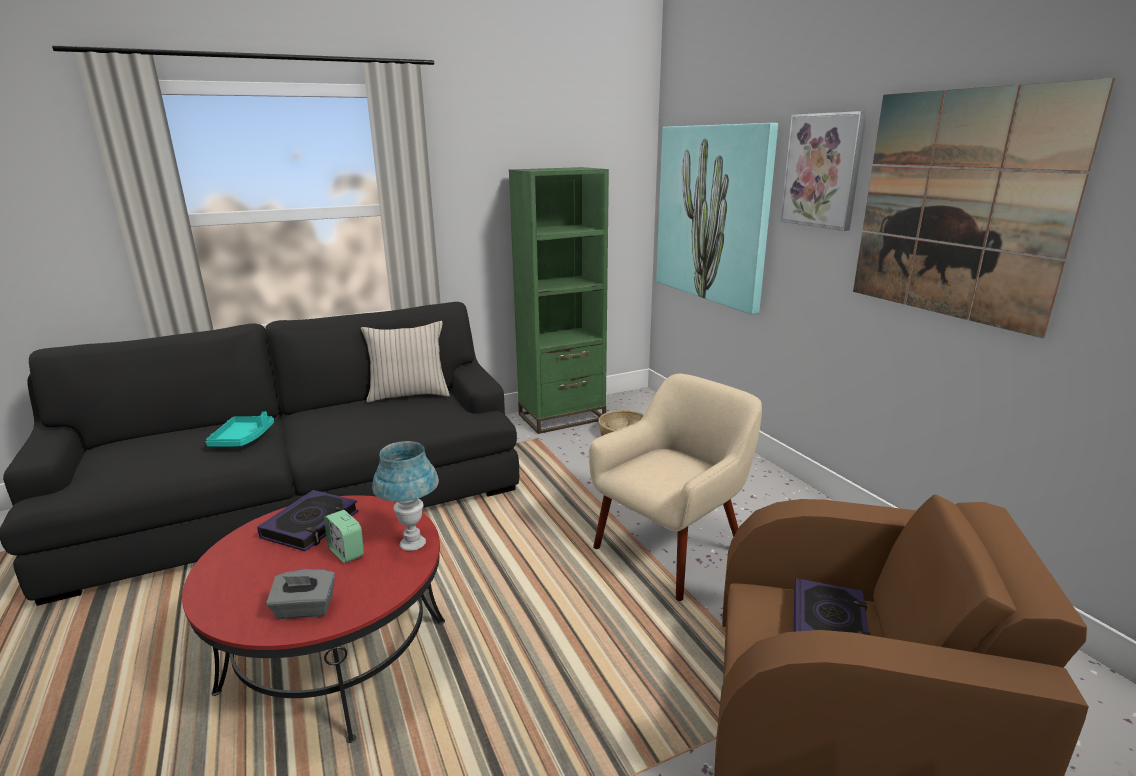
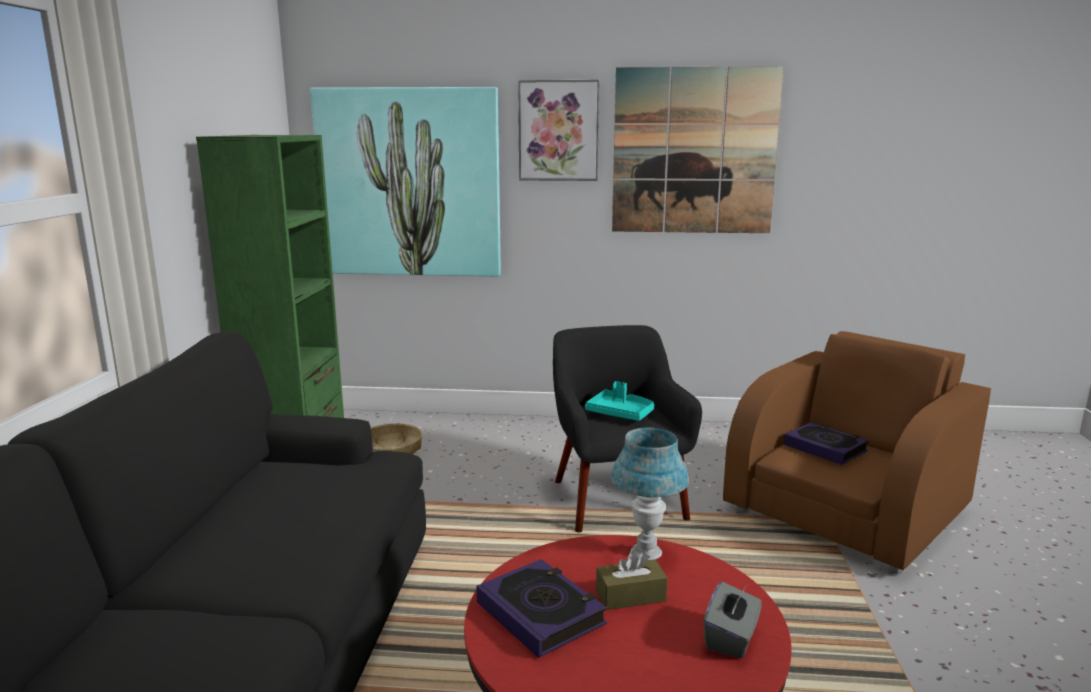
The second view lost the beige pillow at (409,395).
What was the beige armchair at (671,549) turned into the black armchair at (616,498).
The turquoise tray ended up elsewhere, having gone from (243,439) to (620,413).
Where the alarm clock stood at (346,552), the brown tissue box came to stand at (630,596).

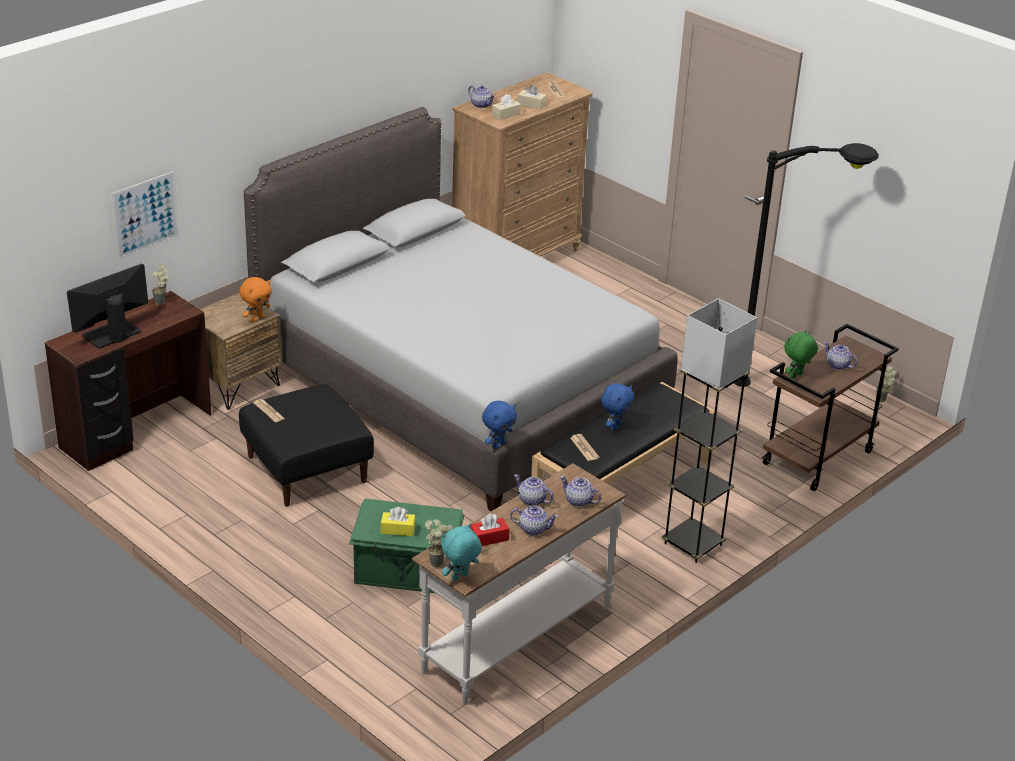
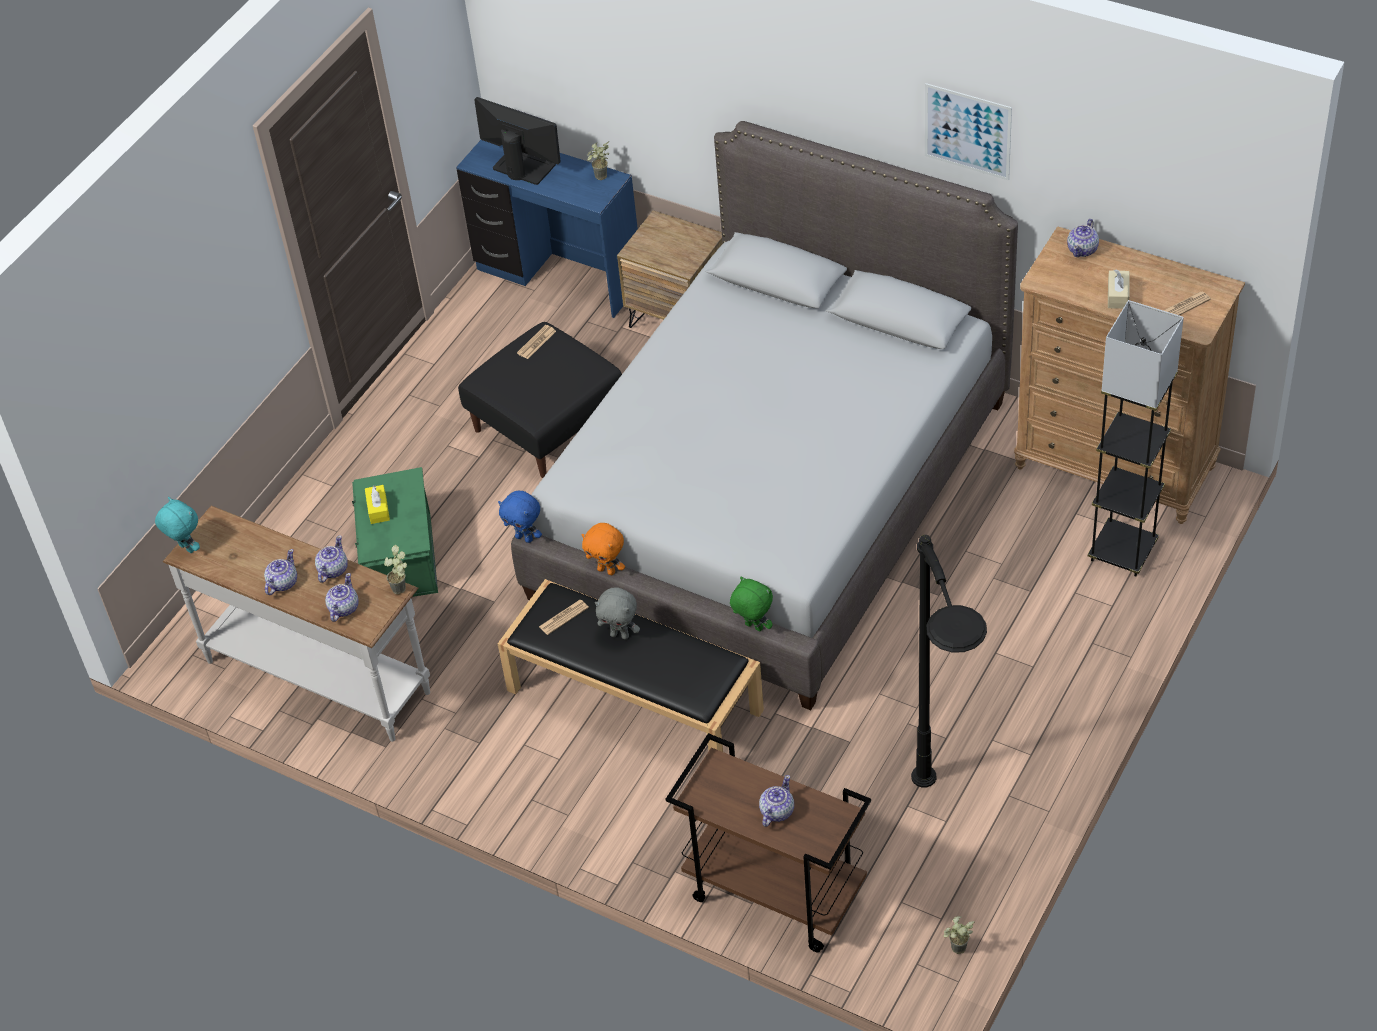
The second view lost the beige tissue box at (506,115).
The picture ended up elsewhere, having gone from (145,215) to (967,131).
The orange plush toy ended up elsewhere, having gone from (257,319) to (607,570).
What was the brown desk at (137,432) turned into the blue desk at (558,277).
The grey floor lamp ended up elsewhere, having gone from (693,544) to (1122,552).
The green plush toy ended up elsewhere, having gone from (796,376) to (753,627).
What was the blue plush toy at (615,426) turned into the grey plush toy at (620,635).
The teapot at (533,529) ended up facing another way, 150 degrees counterclockwise from before.
The second view lost the red tissue box at (489,538).
The potted plant ended up elsewhere, having gone from (439,561) to (403,590).

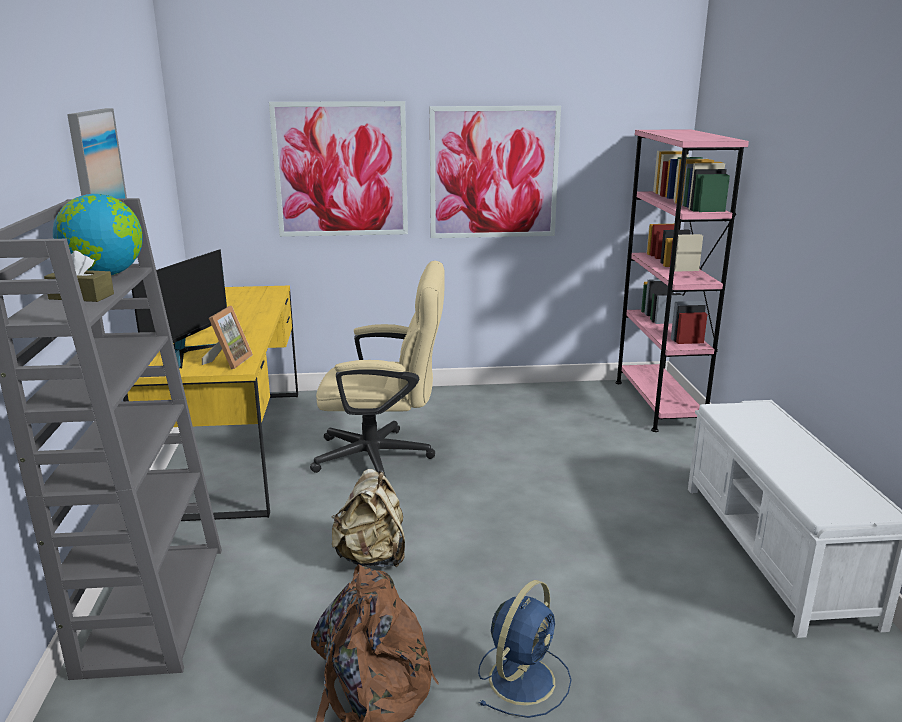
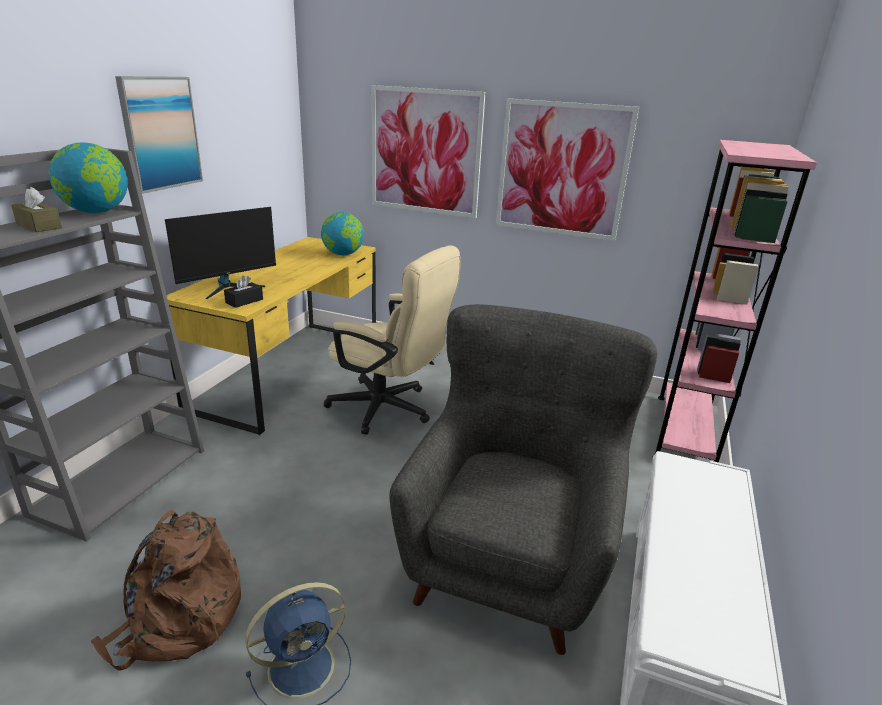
Where the picture frame stood at (229,361), the black tissue box came to stand at (244,301).
The second view lost the beige backpack at (372,557).
The second view gained the globe at (343,254).
The second view gained the grey armchair at (509,558).

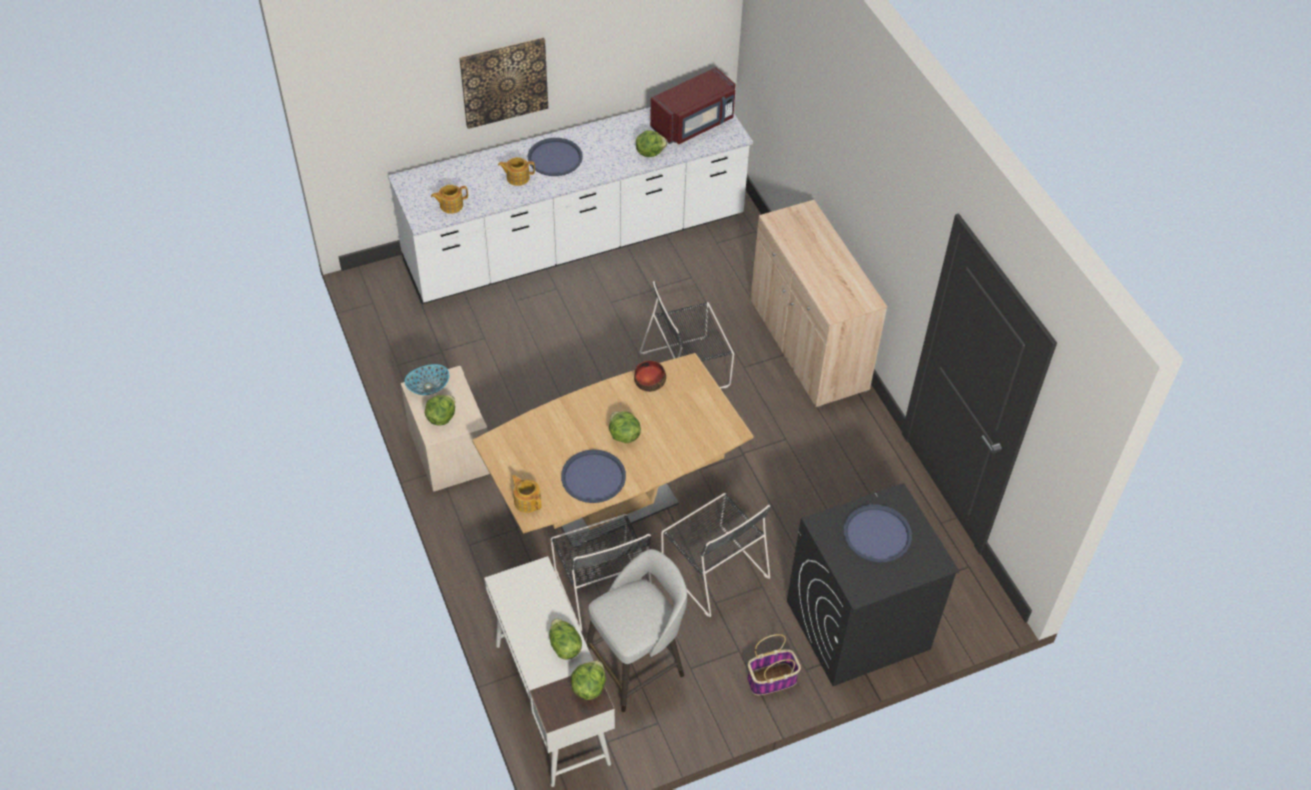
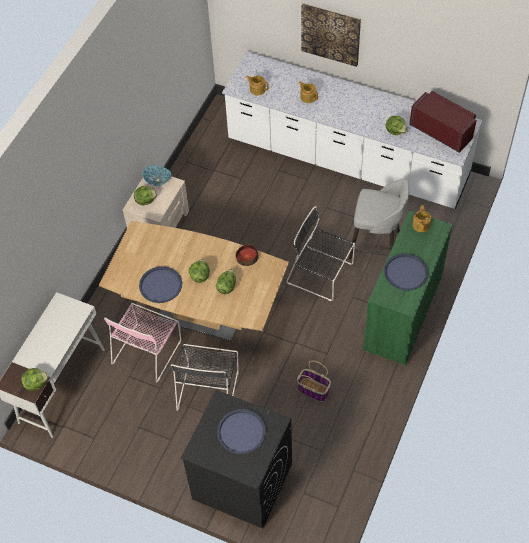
The red microwave at (694,124) ended up facing another way, 150 degrees counterclockwise from before.
The blue tray ended up elsewhere, having gone from (555,158) to (405,272).
What was the beige cabinet at (808,345) turned into the green cabinet at (403,313).
The teapot ended up elsewhere, having gone from (527,501) to (421,224).
What was the black chair at (602,586) turned into the pink chair at (148,350).
The grey stool ended up elsewhere, having gone from (637,665) to (376,245).
The lettuce ended up elsewhere, having gone from (564,646) to (227,286).
The basket ended up elsewhere, having gone from (772,679) to (314,390).

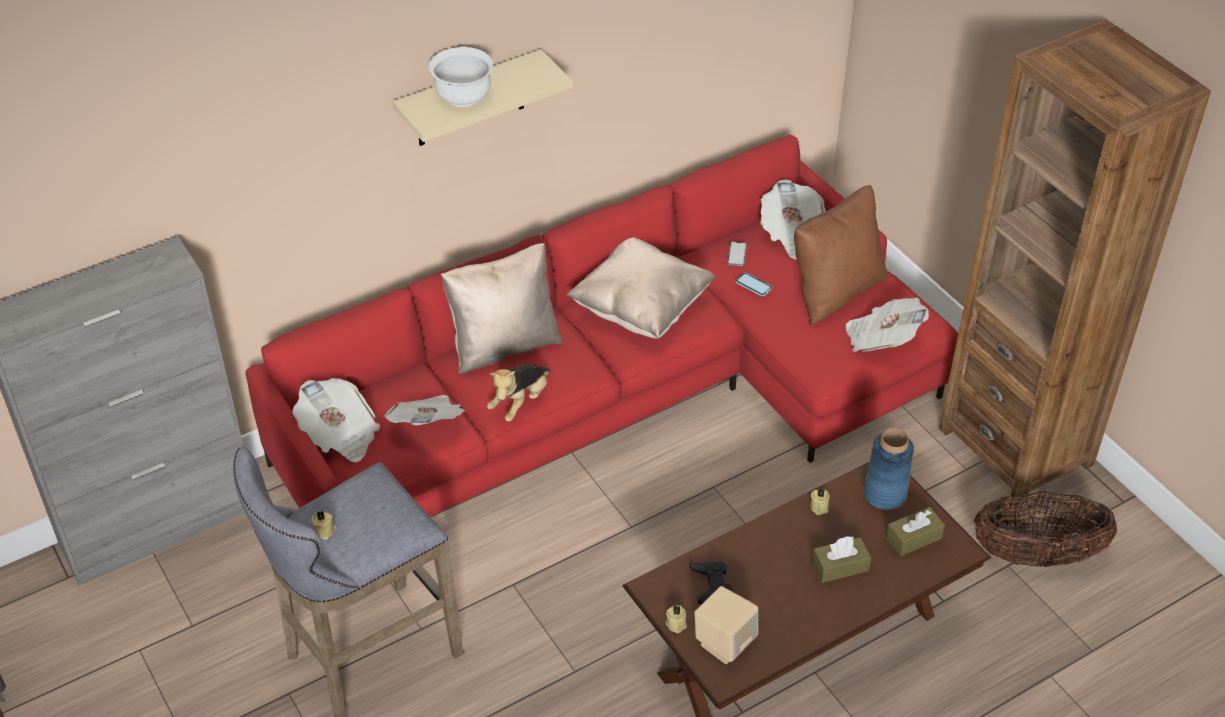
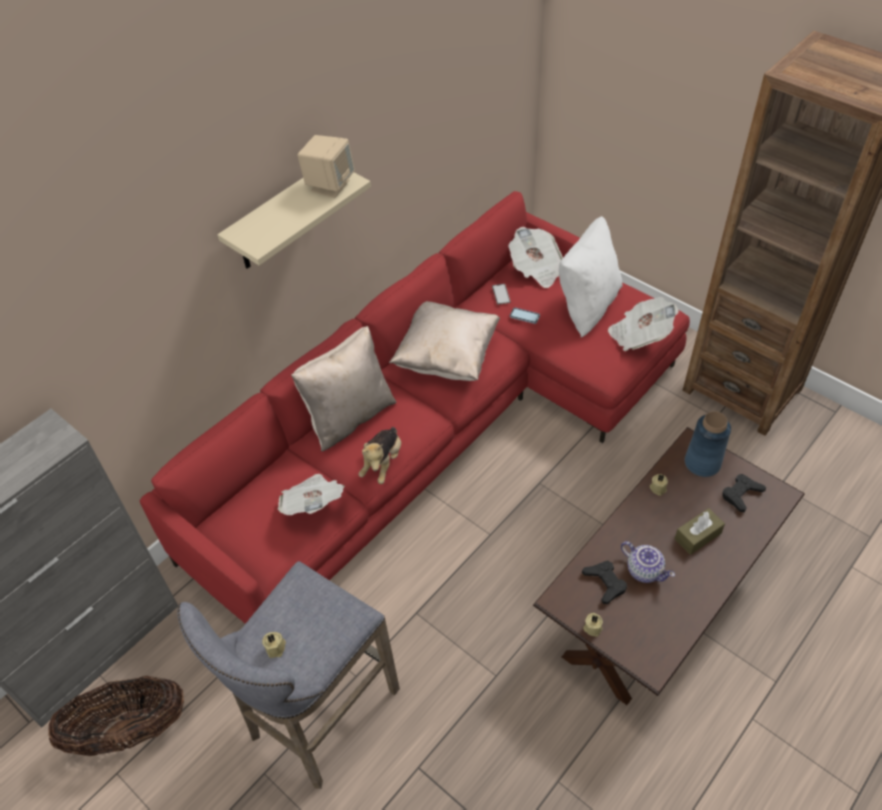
The second view lost the white bowl at (463,98).
What was the brown pillow at (835,291) turned into the white pillow at (587,306).
The second view lost the newspaper at (339,435).
The basket ended up elsewhere, having gone from (1036,555) to (130,731).
Where the brown tissue box stood at (913,538), the black game controller came to stand at (741,494).
The beige speaker ended up elsewhere, having gone from (724,642) to (329,185).
The second view gained the teapot at (645,570).

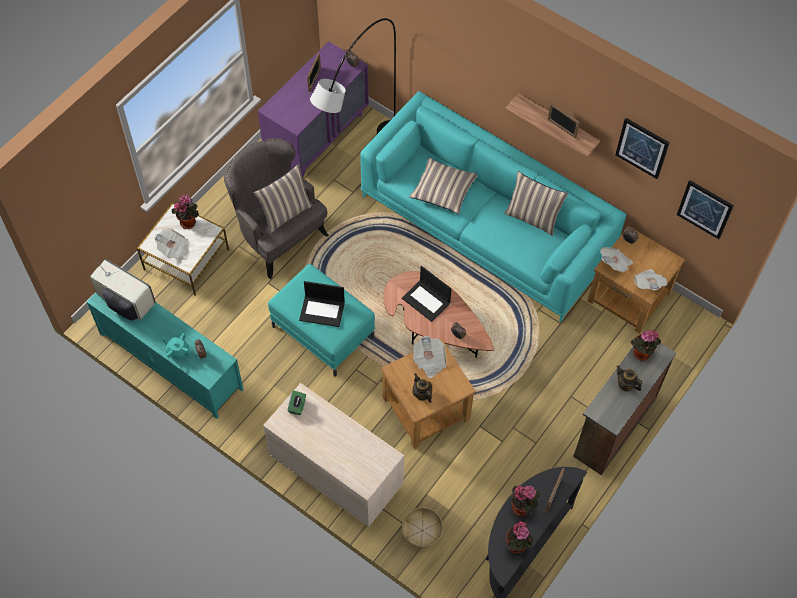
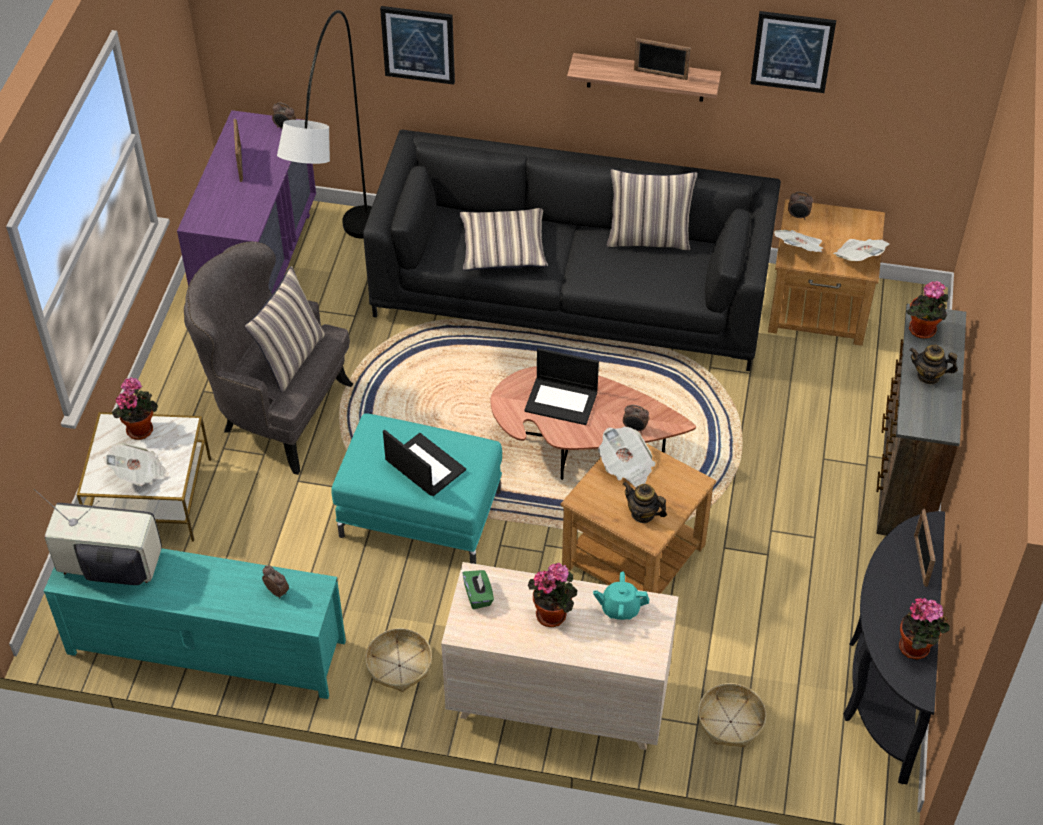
What was the turquoise sofa at (486,226) turned into the black sofa at (572,291).
The picture ended up elsewhere, having gone from (705,209) to (418,44).
The laptop at (322,310) ended up facing another way, 120 degrees counterclockwise from before.
The turquoise teapot ended up elsewhere, having gone from (178,351) to (620,608).
The potted plant ended up elsewhere, having gone from (523,507) to (553,613).
The second view gained the basket at (399,665).

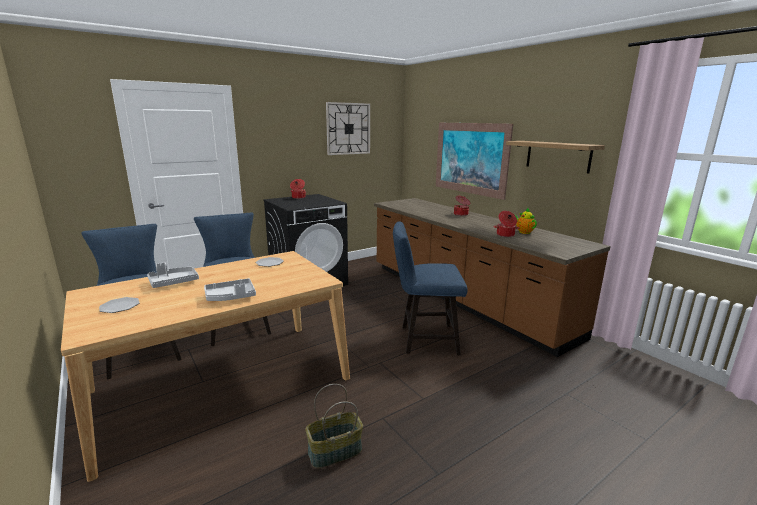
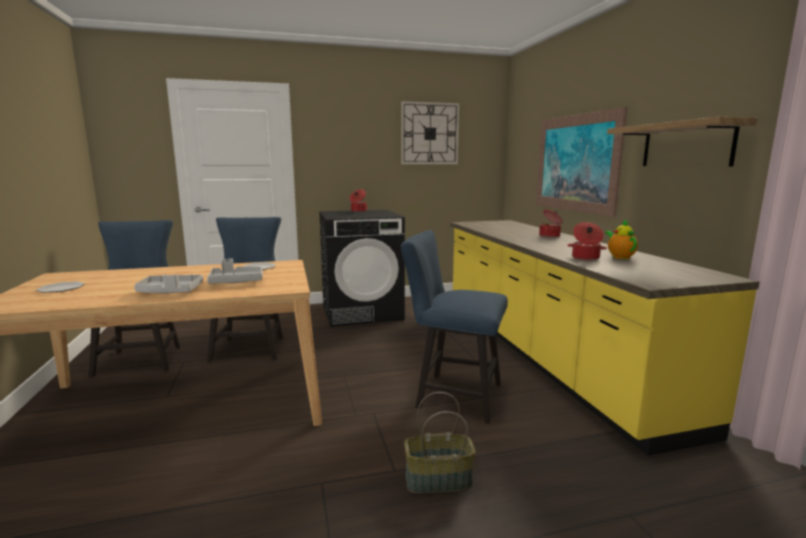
What was the brown counter at (462,298) turned into the yellow counter at (544,353).
The grey tray ended up elsewhere, having gone from (173,282) to (236,282).
The basket ended up elsewhere, having gone from (335,452) to (438,481).

